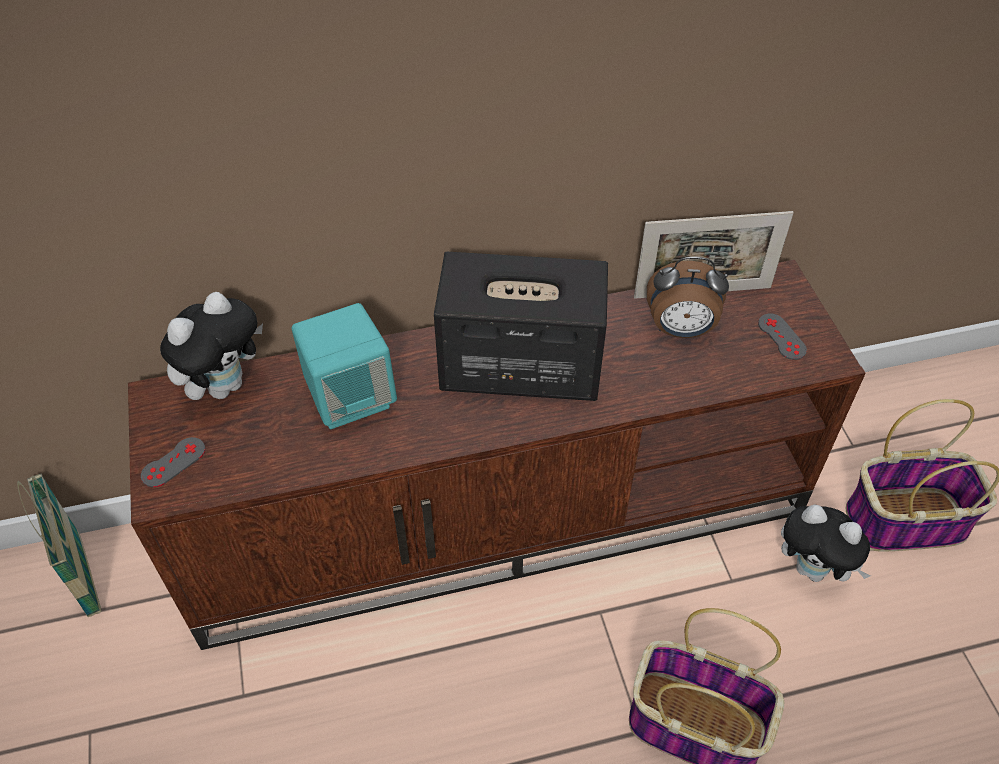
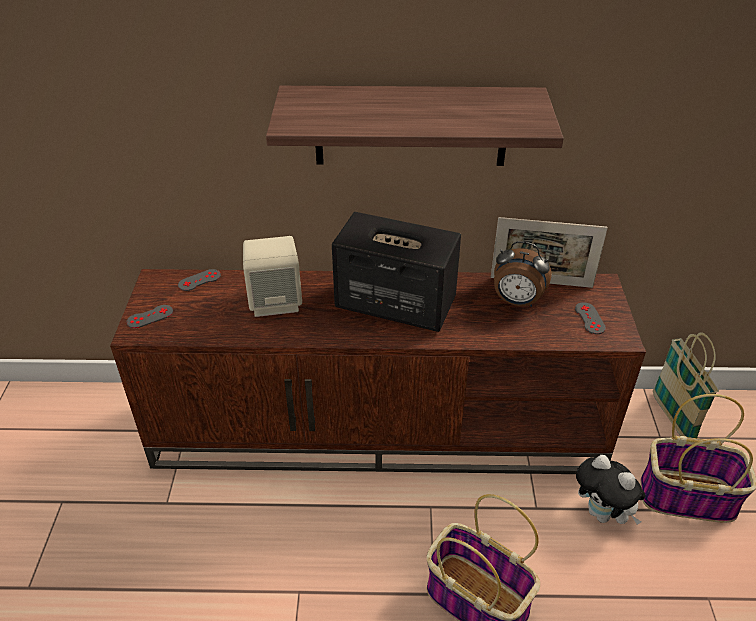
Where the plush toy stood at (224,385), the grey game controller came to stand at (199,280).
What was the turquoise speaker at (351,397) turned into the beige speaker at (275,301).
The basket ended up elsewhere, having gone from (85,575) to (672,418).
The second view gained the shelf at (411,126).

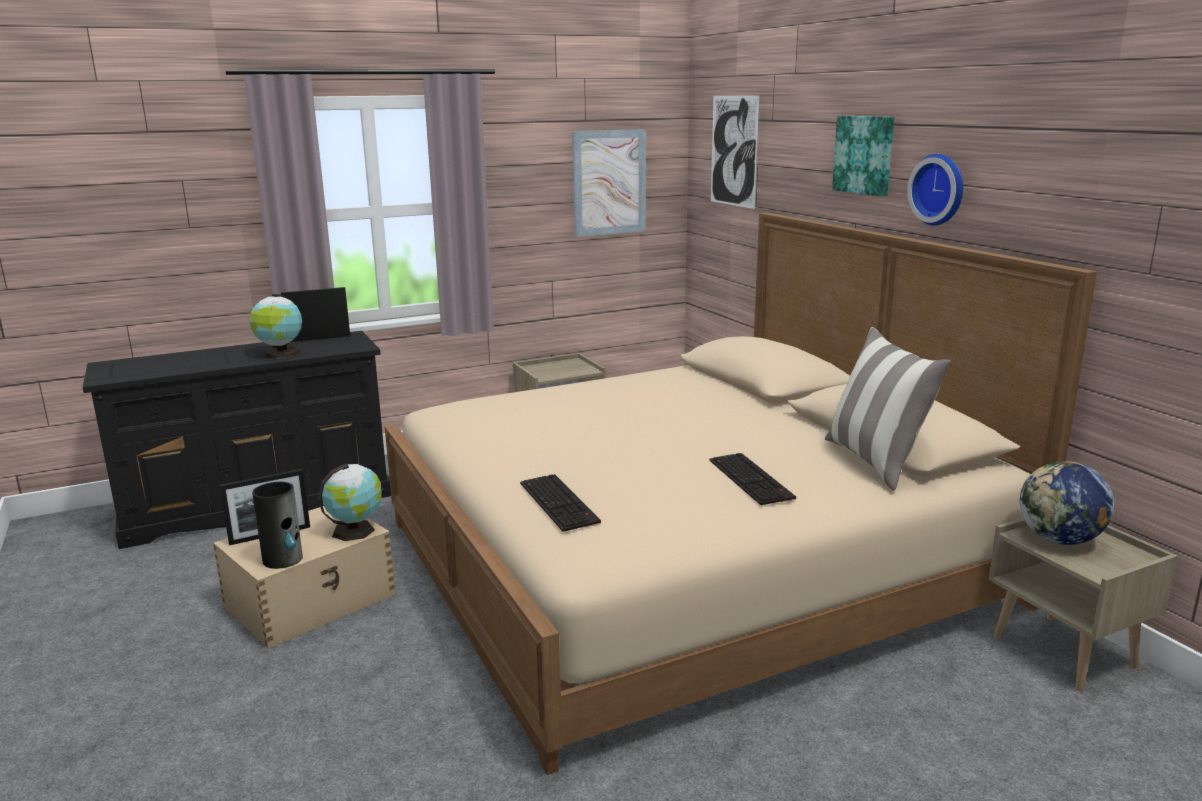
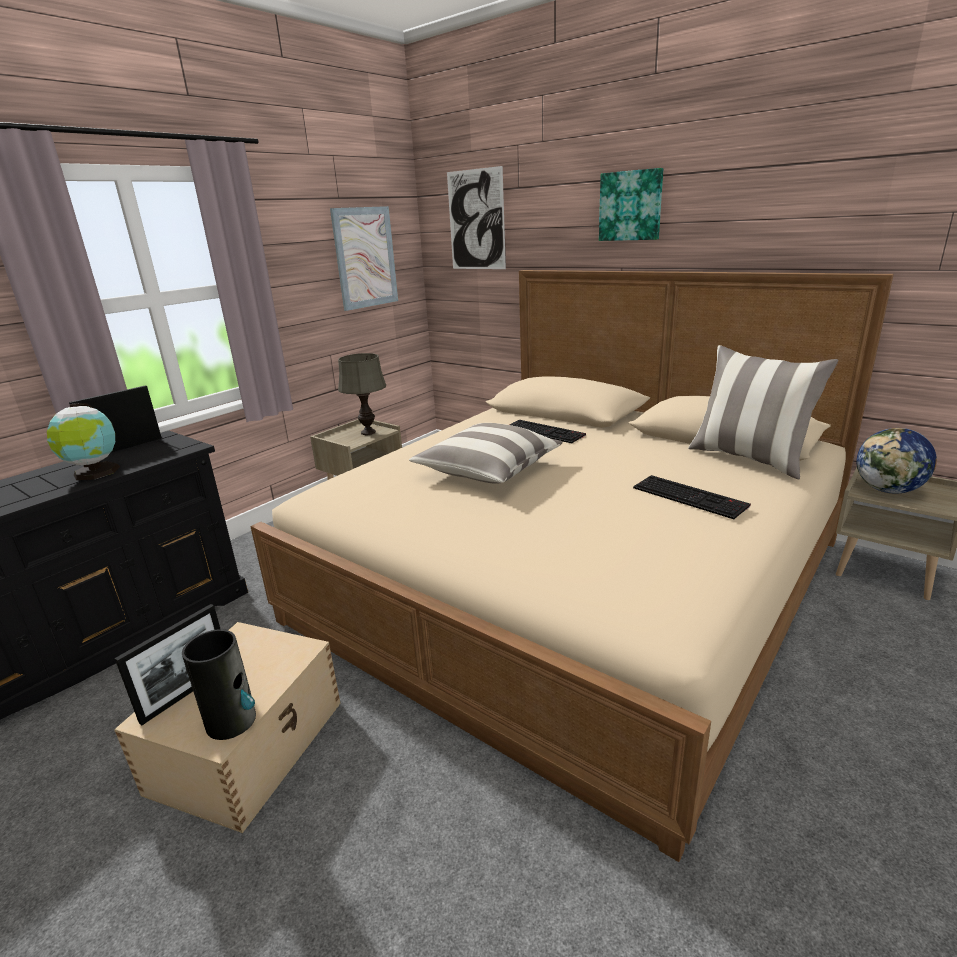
The second view lost the wall clock at (940,189).
The second view lost the globe at (355,530).
The keyboard ended up elsewhere, having gone from (561,503) to (545,431).
The second view gained the grey table lamp at (368,432).
The second view gained the pillow at (488,470).

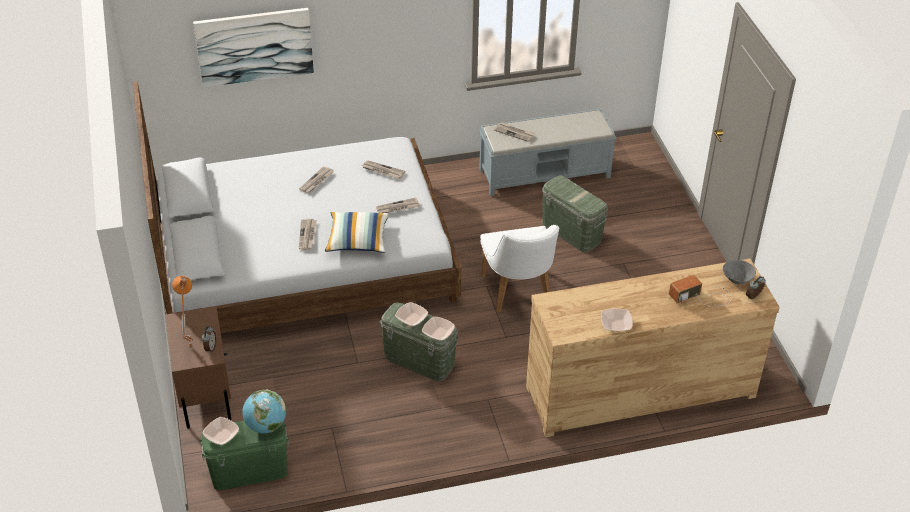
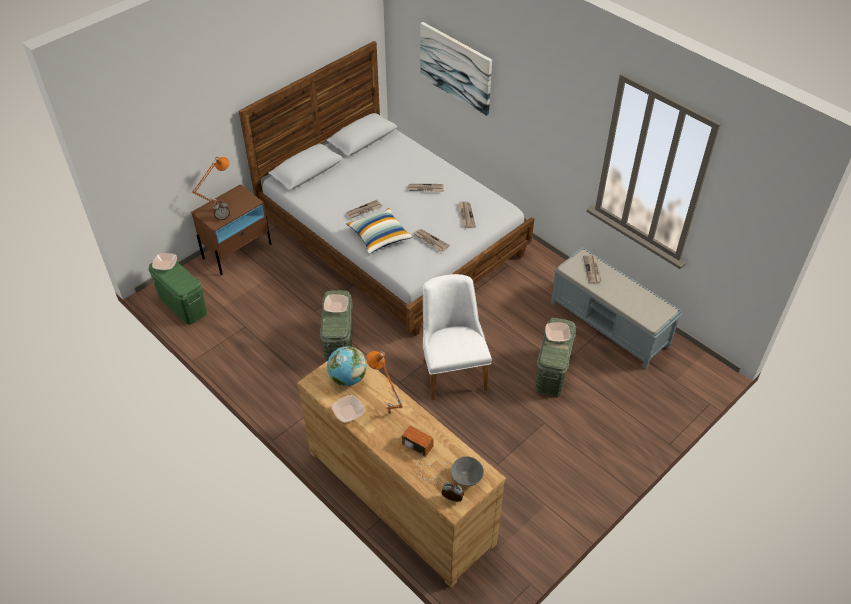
The white chair at (519,294) ended up facing another way, 120 degrees clockwise from before.
The bowl ended up elsewhere, having gone from (438,333) to (557,335).
The globe ended up elsewhere, having gone from (266,426) to (347,378).
The second view gained the orange table lamp at (387,414).

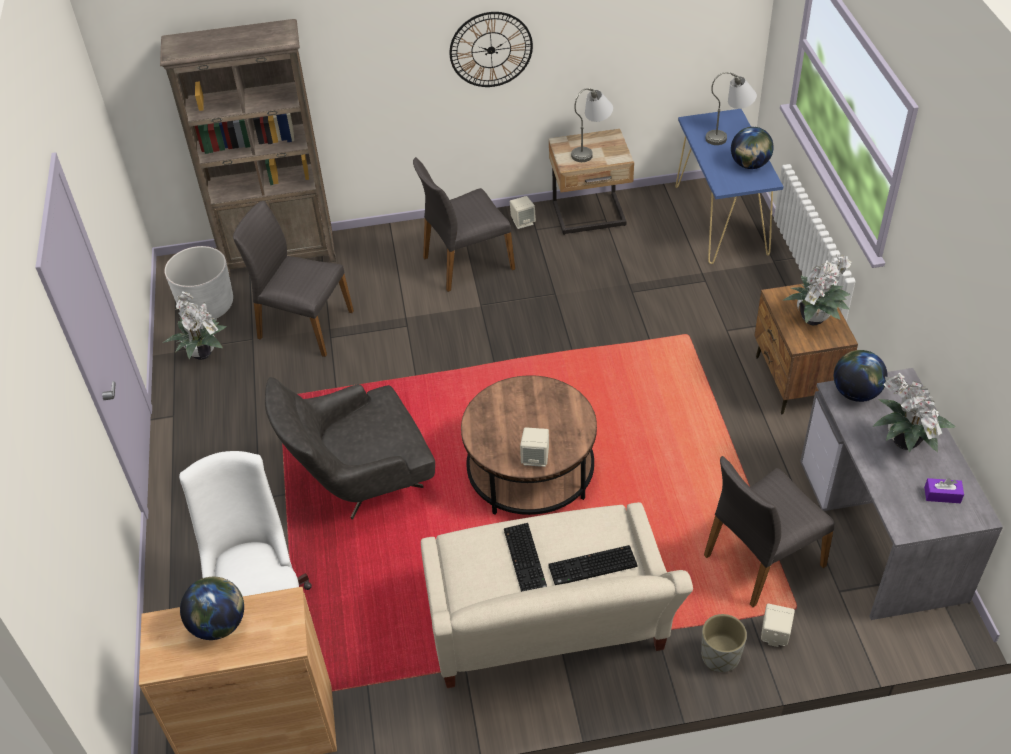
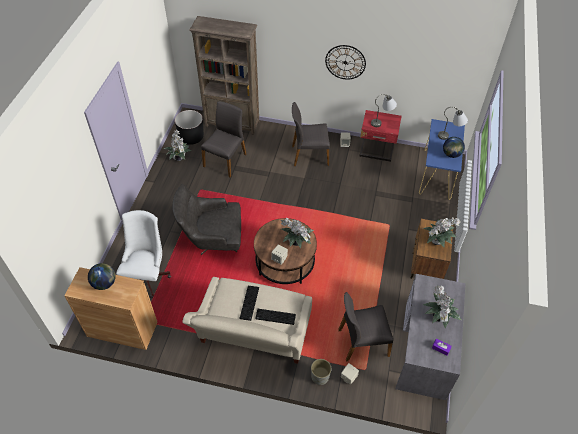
What was the beige nightstand at (590,216) turned into the red nightstand at (376,151).
The grey chair at (304,325) ended up facing another way, 75 degrees clockwise from before.
What was the white planter at (207,306) turned into the black planter at (191,137).
The second view lost the globe at (856,392).
The second view gained the potted plant at (297,243).

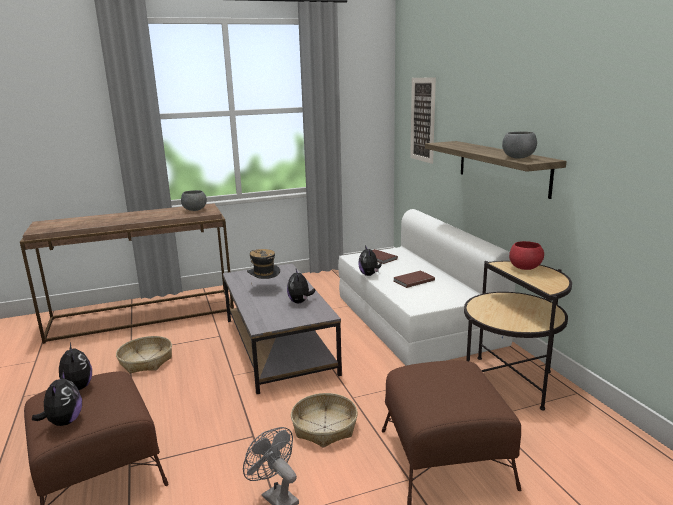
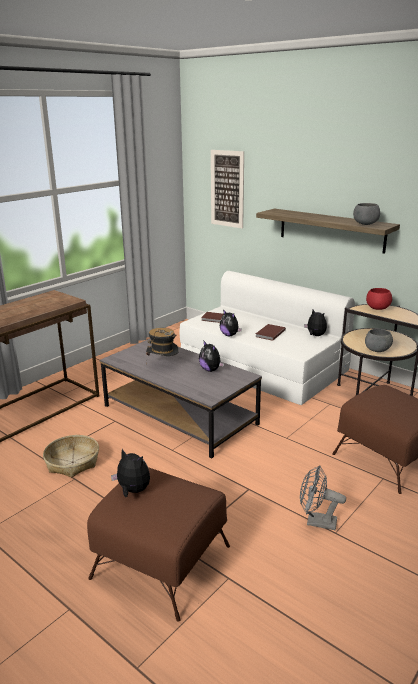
The grey bowl ended up elsewhere, having gone from (195,210) to (377,350).
The plush toy ended up elsewhere, having gone from (64,422) to (315,335).
The second view lost the basket at (325,427).

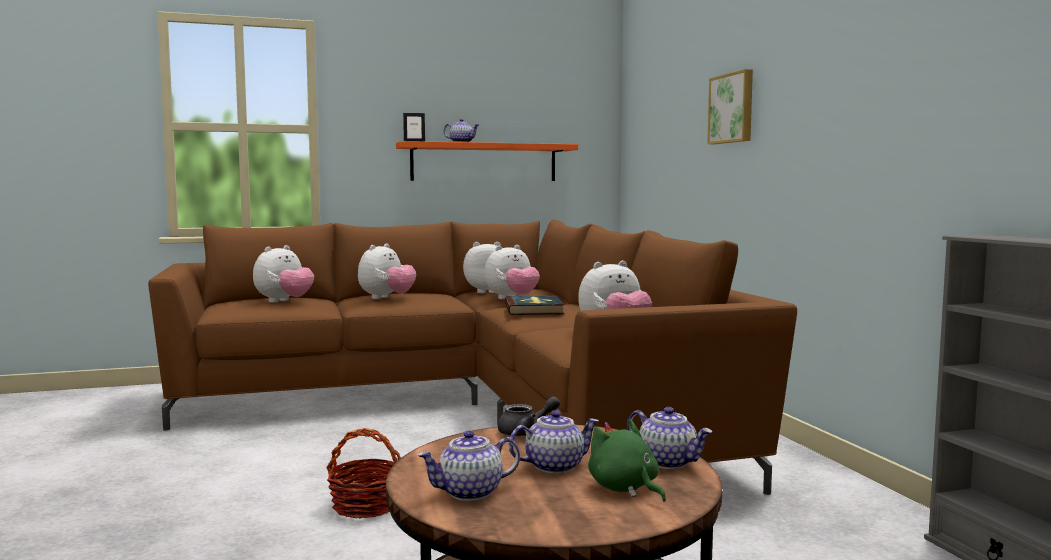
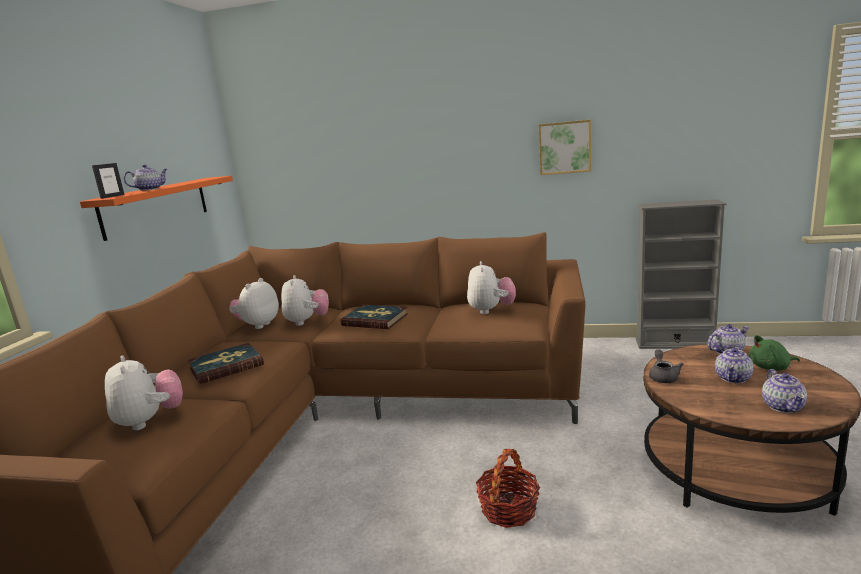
The picture ended up elsewhere, having gone from (732,108) to (564,147).
Where the plush toy stood at (386,298), the book came to stand at (226,366).
The teapot at (554,466) ended up facing another way, 150 degrees counterclockwise from before.

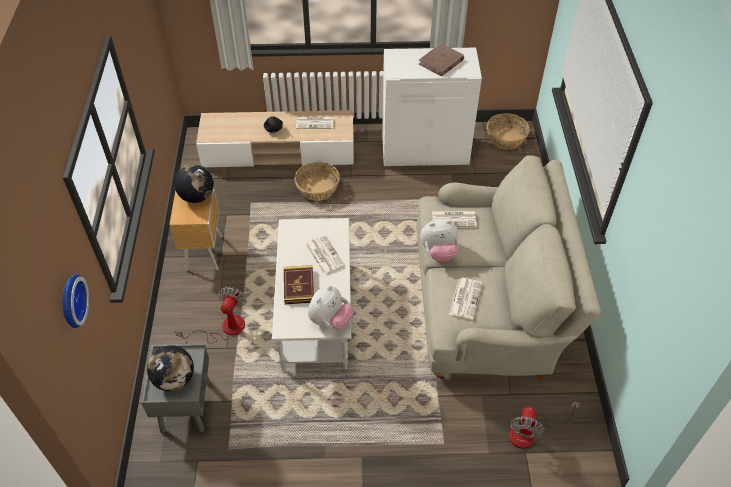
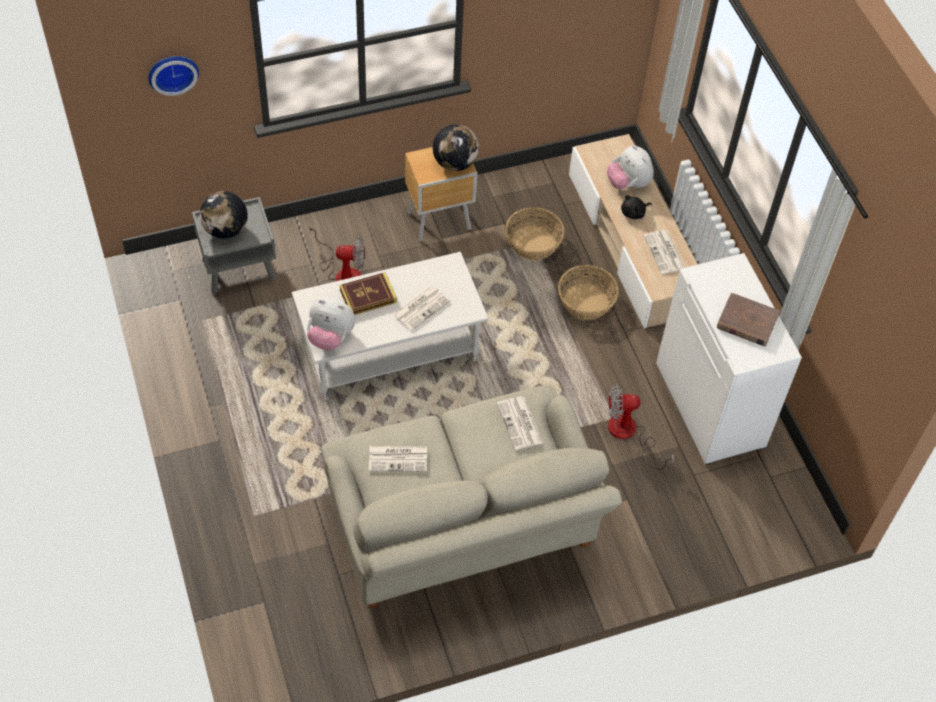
The basket ended up elsewhere, having gone from (505,138) to (533,243).
The plush toy ended up elsewhere, having gone from (439,252) to (628,183).
The fan ended up elsewhere, having gone from (530,433) to (629,434).

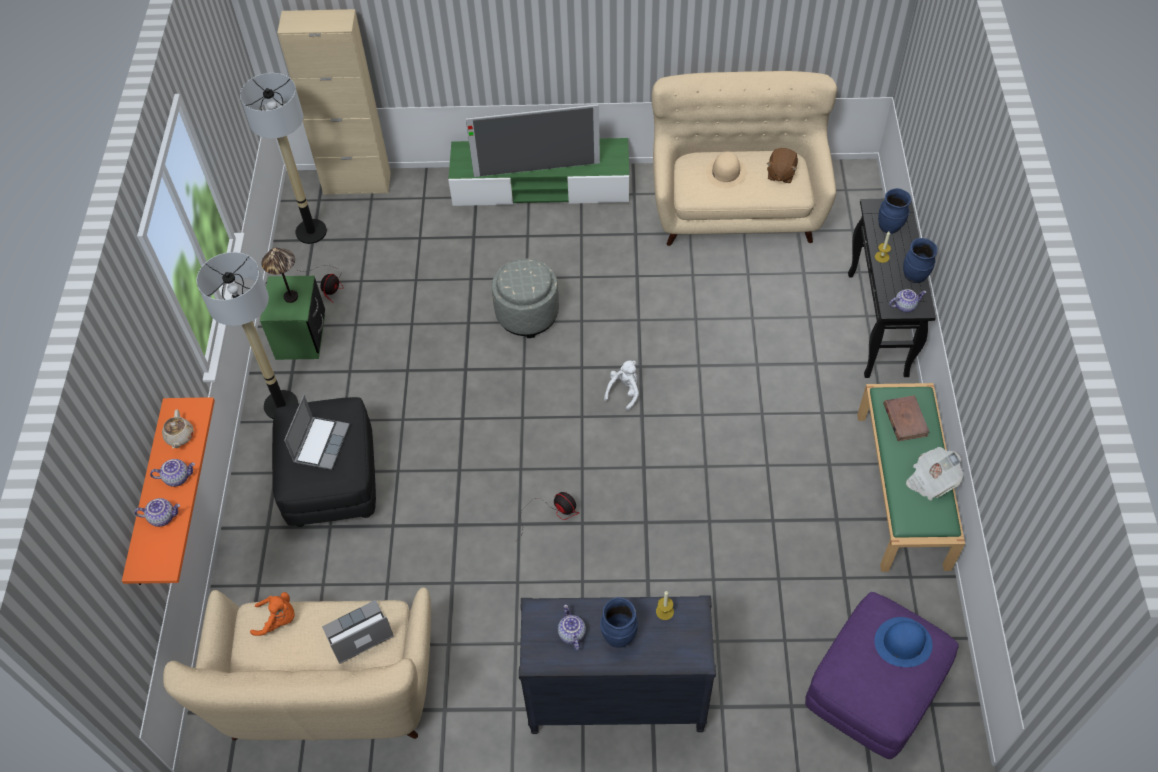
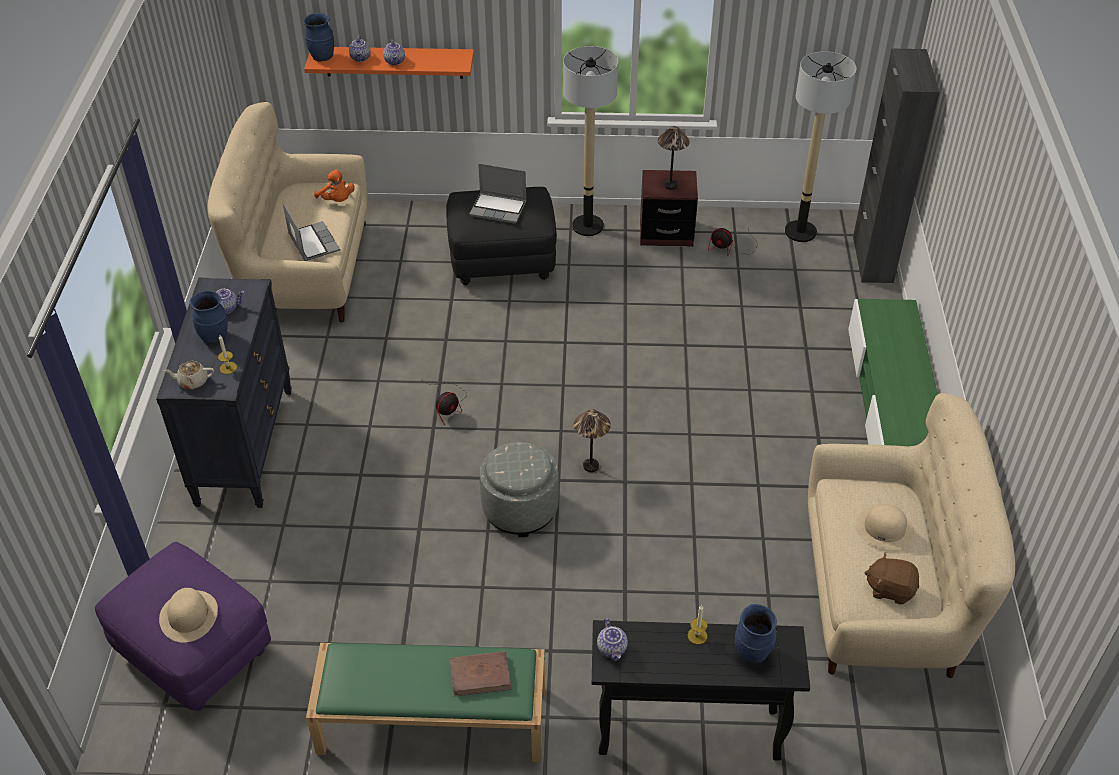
What was the beige cabinet at (357,183) turned into the black cabinet at (872,259).
The second view lost the television at (536,169).
The blue vase ended up elsewhere, having gone from (915,276) to (322,57).
The grey ottoman ended up elsewhere, having gone from (527,314) to (520,508).
What was the green nightstand at (301,337) turned into the brown nightstand at (666,233).
Where the white plush toy stood at (624,391), the table lamp came to stand at (591,466).
The beige teapot ended up elsewhere, having gone from (180,437) to (192,381).
The second view lost the newspaper at (931,480).
The orange plush toy at (278,620) ended up facing another way, 45 degrees counterclockwise from before.
What was the blue hat at (903,643) turned into the beige hat at (189,615).

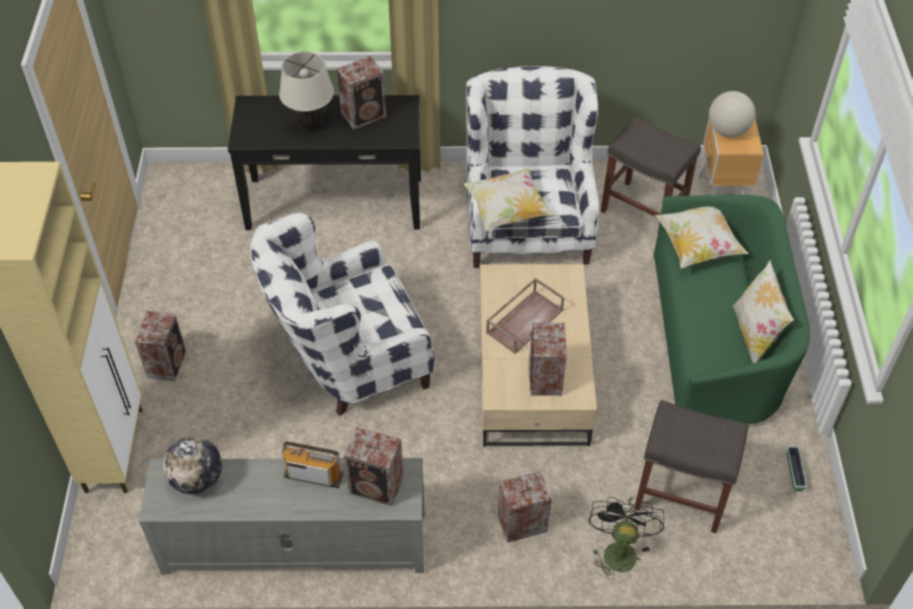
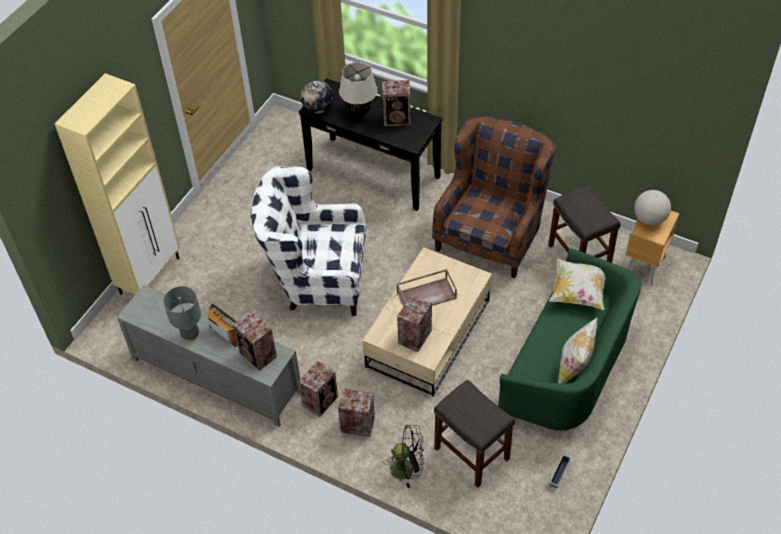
What was the white armchair at (527,223) turned into the brown armchair at (491,234).
The second view lost the pillow at (507,211).
The speaker ended up elsewhere, having gone from (167,363) to (321,401).
The globe ended up elsewhere, having gone from (197,480) to (318,109).
The black fan at (618,549) ended up facing another way, 60 degrees clockwise from before.
The second view gained the grey table lamp at (190,335).

